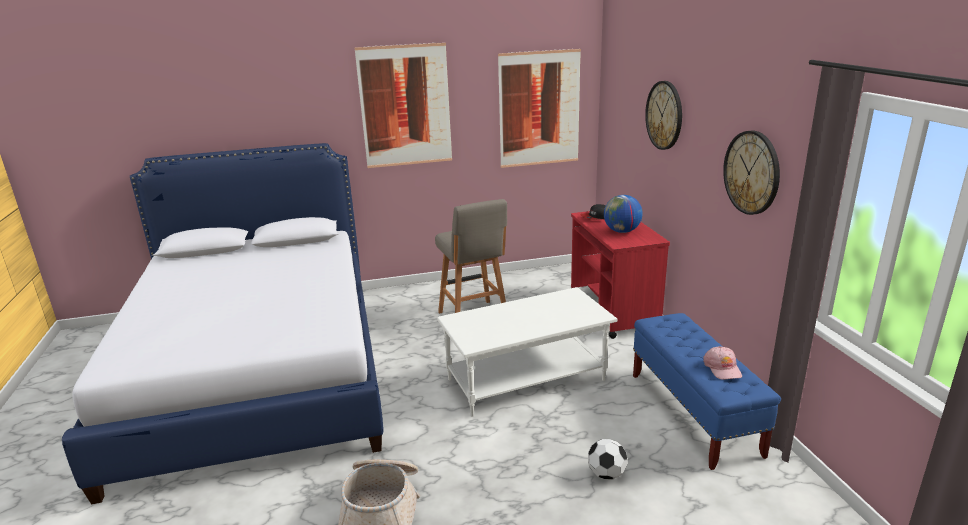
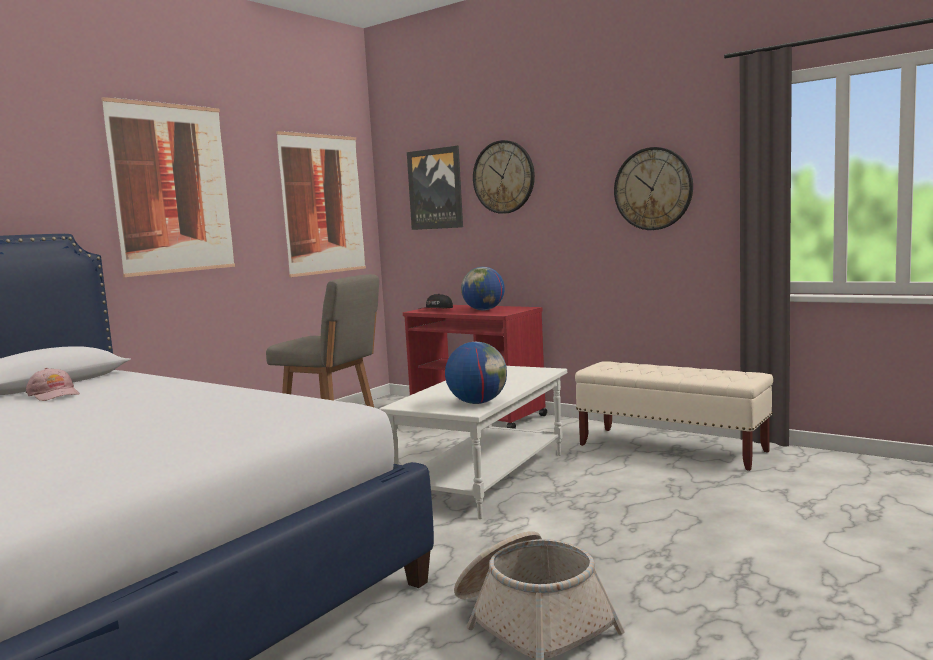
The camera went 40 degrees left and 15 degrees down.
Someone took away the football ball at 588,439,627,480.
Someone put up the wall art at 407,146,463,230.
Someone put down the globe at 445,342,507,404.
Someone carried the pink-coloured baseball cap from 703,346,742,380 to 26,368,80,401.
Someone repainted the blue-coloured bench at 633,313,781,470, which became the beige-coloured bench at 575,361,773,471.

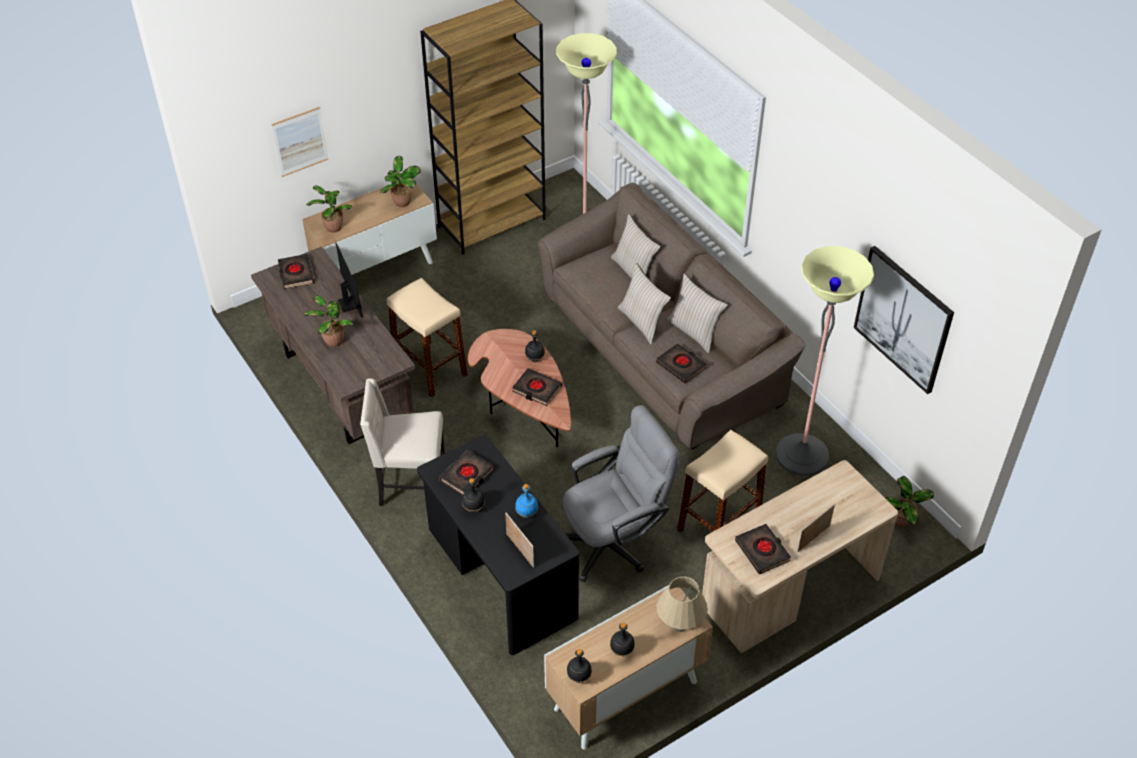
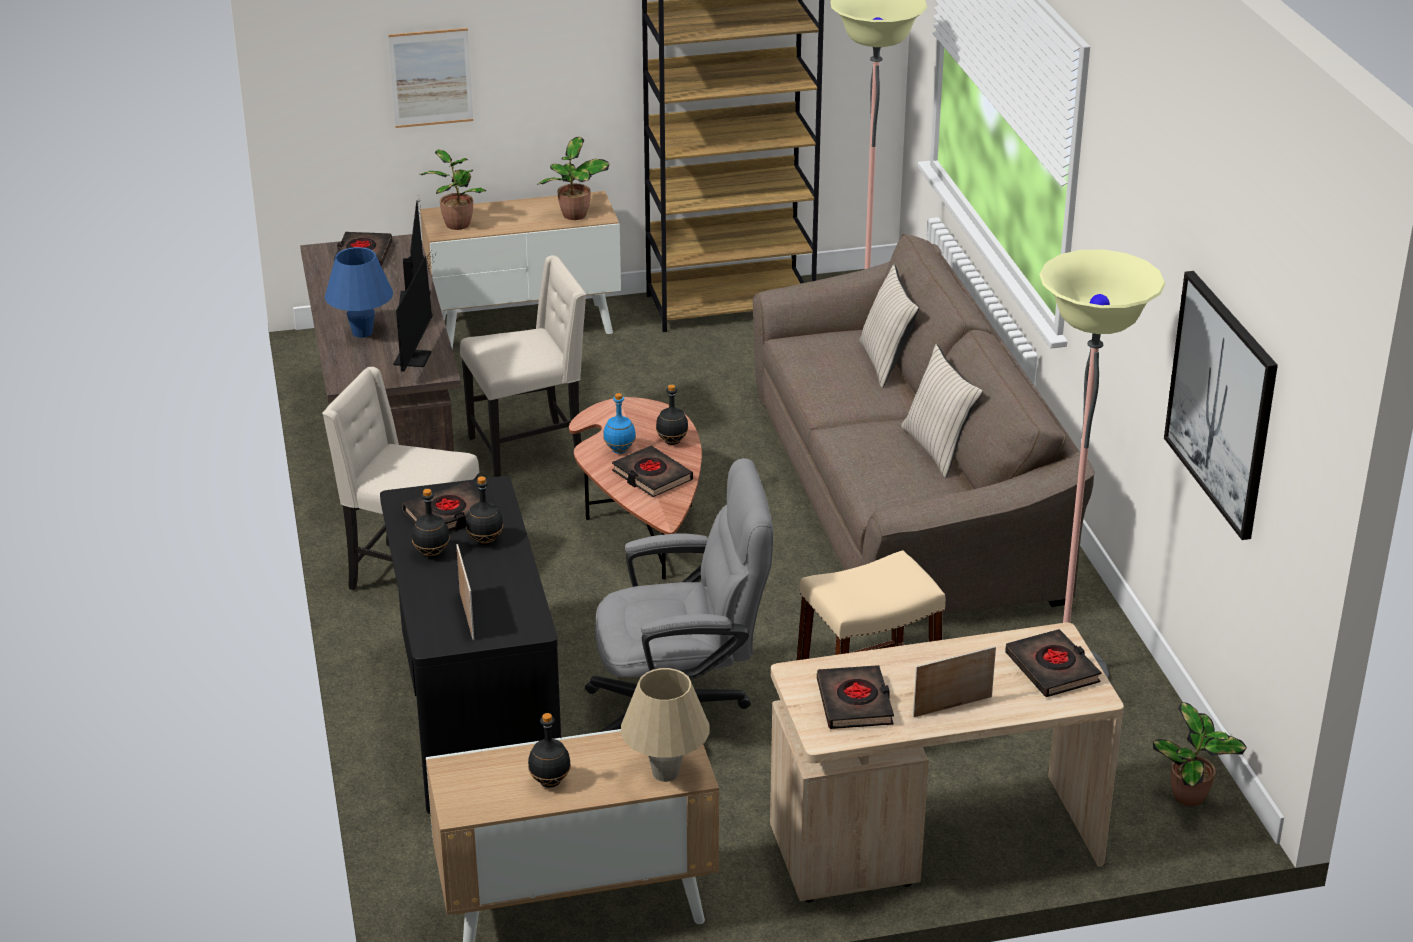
The camera went 20 degrees right and 15 degrees down.
Someone took away the beige-coloured throw pillow at 618,263,671,344.
Someone put down the computer display at 393,250,436,371.
Someone carried the blue-coloured bottle from 515,484,538,518 to 603,393,636,454.
Someone carried the black bottle from 567,649,592,683 to 466,476,503,545.
Someone carried the black book from 656,343,707,383 to 1005,629,1101,697.
Someone swapped the potted plant at 303,295,353,347 for the blue-coloured lamp for a table at 325,247,393,338.
Someone swapped the beige-coloured stool seat at 387,278,468,398 for the beige-coloured chair at 460,255,586,477.

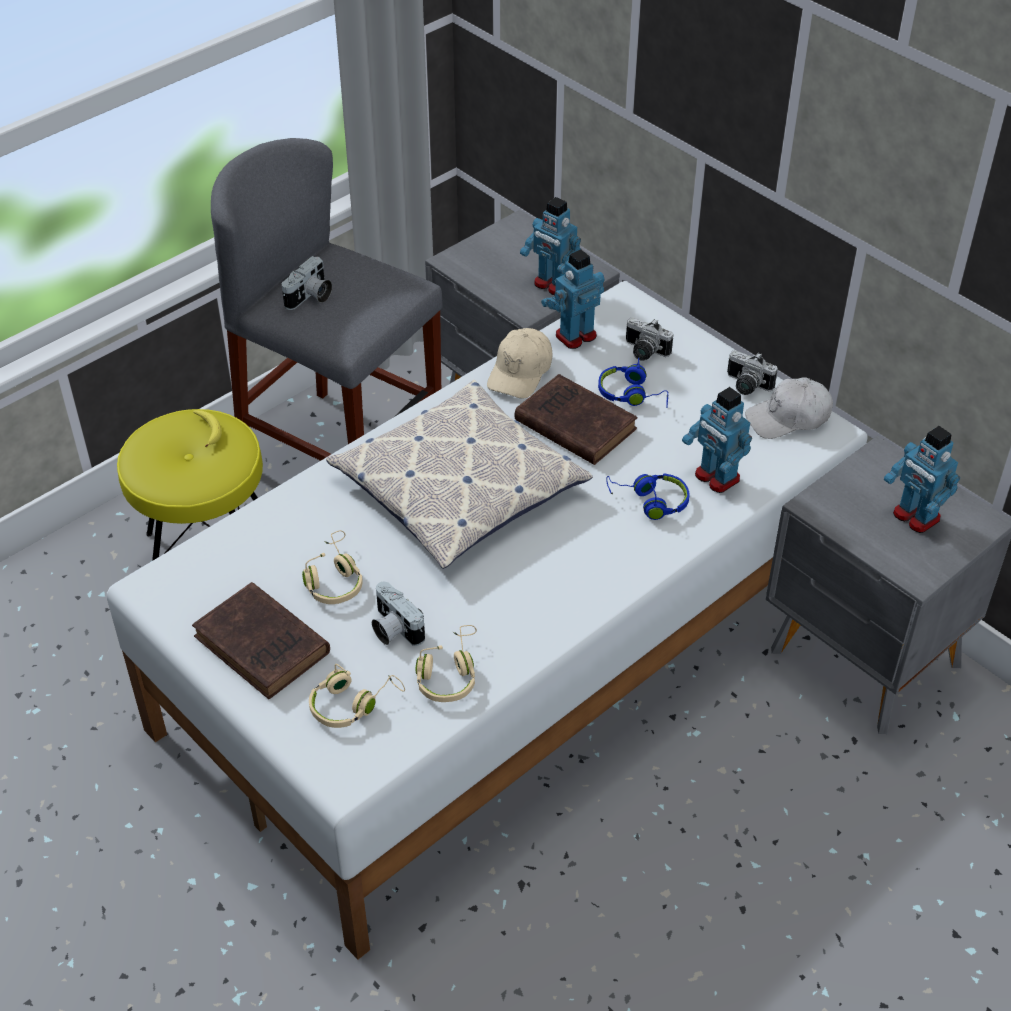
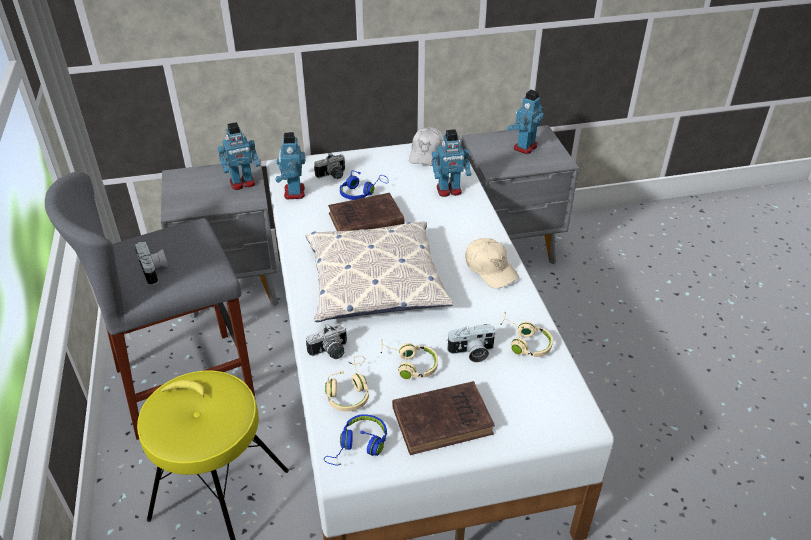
The camera went 60 degrees left and 5 degrees down.
Someone carried the beige-coloured headset from 309,664,405,728 to 325,356,369,412.
Someone carried the beige-coloured baseball cap from 487,328,553,399 to 465,238,519,289.
Someone carried the blue-coloured headset from 606,473,689,520 to 324,414,387,466.
Someone carried the photo camera from 727,350,778,395 to 306,324,347,359.
Someone rotated the robot figure at 884,426,960,533 by 135 degrees clockwise.

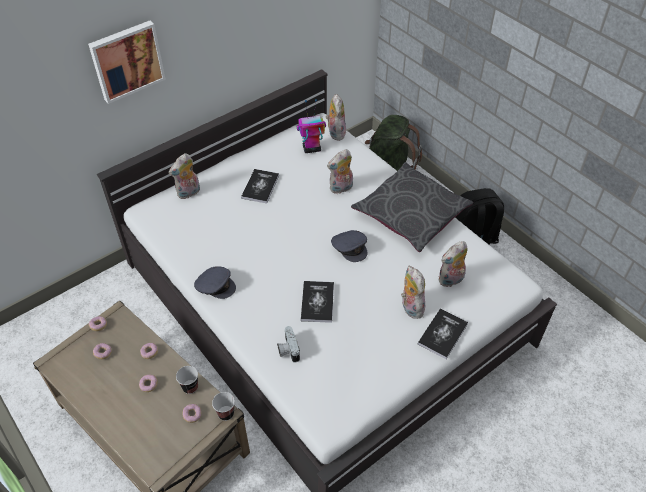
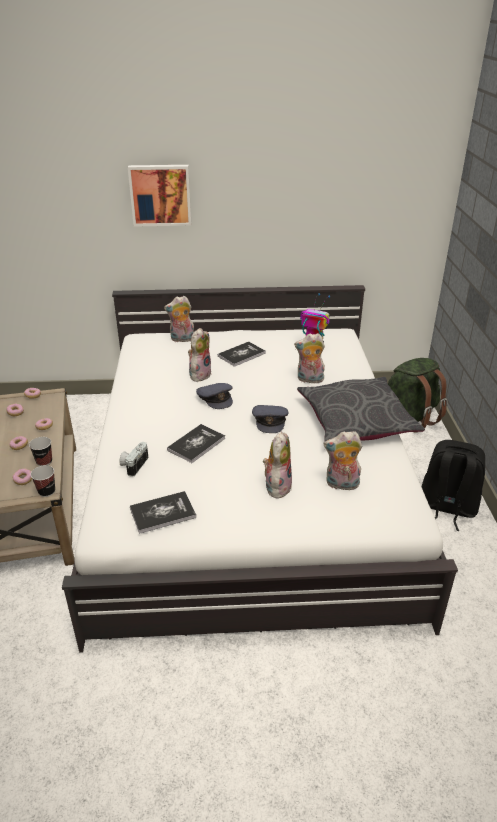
The camera went 35 degrees right and 15 degrees down.
Someone carried the greyish baseball cap from 194,266,236,299 to 196,383,233,409.
Someone carried the plush toy from 326,94,346,140 to 188,328,212,382.
Someone carried the book from 417,308,468,359 to 130,491,196,534.

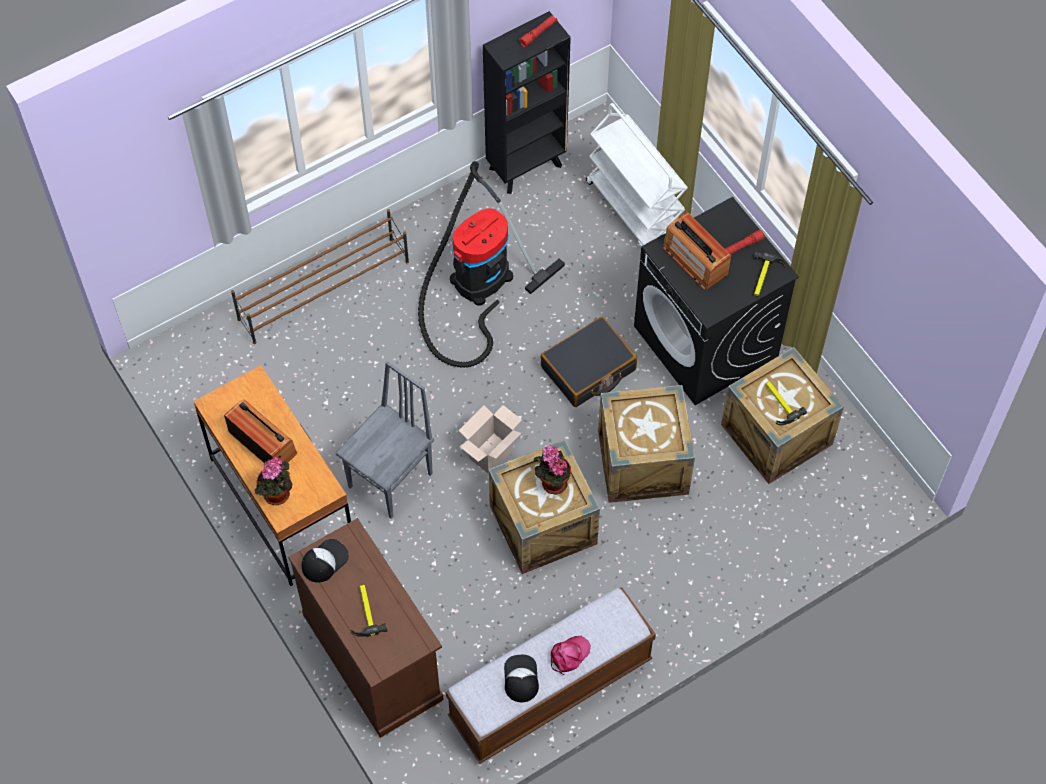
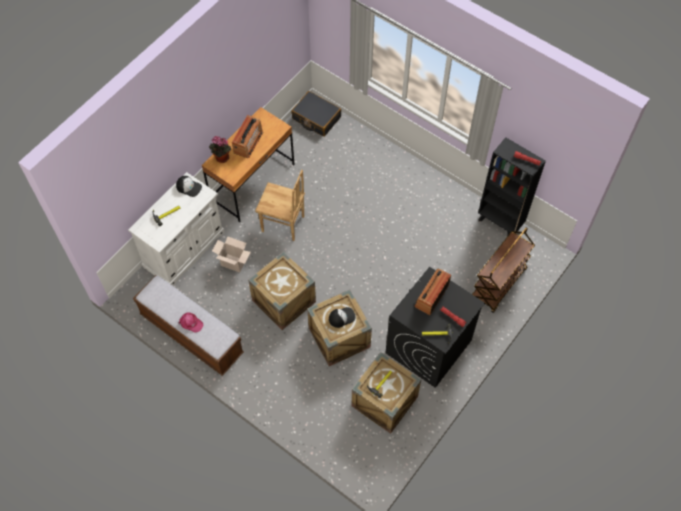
The camera went 70 degrees right and 0 degrees up.
Someone took away the brown shoe shelf at 231,209,409,344.
Someone took away the hoover at 418,161,565,368.
Someone took away the potted plant at 534,446,571,495.
Someone carried the cardboard box from 459,405,522,474 to 212,236,251,273.
Someone carried the baseball cap from 504,655,539,702 to 329,307,356,328.
Someone carried the black travel case from 540,317,637,407 to 291,91,341,137.
Someone repainted the brown cabinet at 288,518,444,738, which became the white-coloured cabinet at 128,172,224,286.
Someone repainted the greyish chair at 336,361,434,519, which became the brown chair at 255,170,305,241.
Someone repainted the white-coloured cart at 586,103,687,247, which became the brown cart at 472,228,535,313.

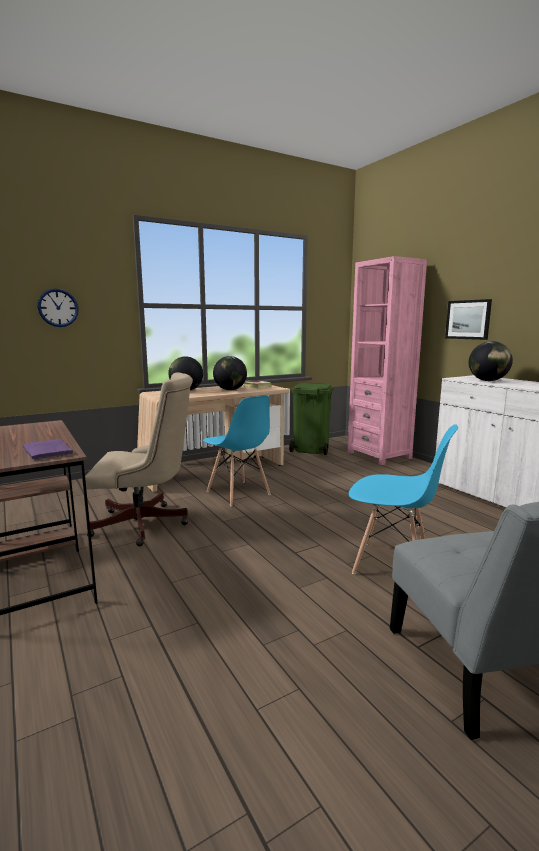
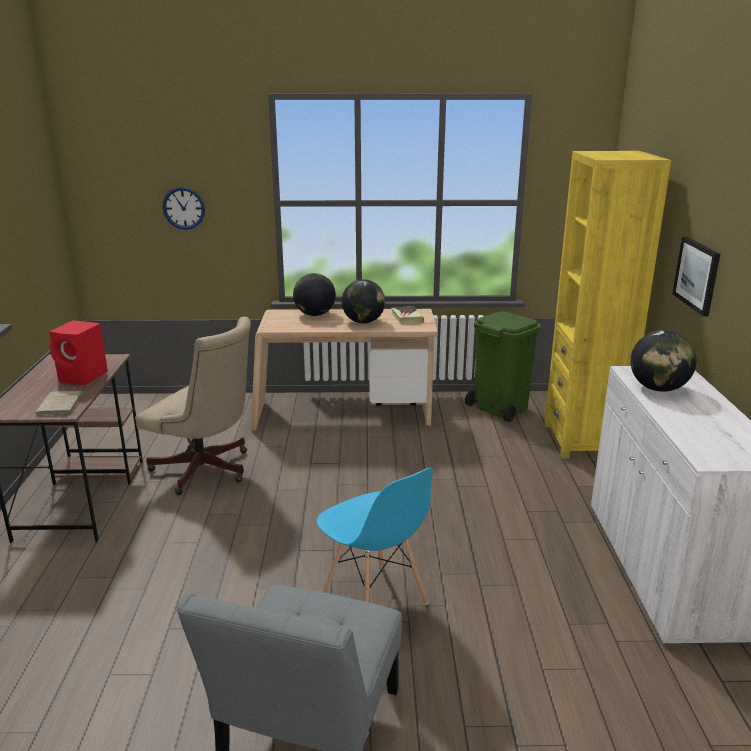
The camera went 30 degrees right and 10 degrees up.
Someone took away the blue-coloured chair at 203,395,271,507.
Someone put down the red-coloured loudspeaker at 49,320,108,385.
Someone repainted the purple book at 23,439,73,460, which became the beige-coloured book at 36,391,82,415.
Someone repainted the pink-coloured shelving unit at 348,256,427,465, which became the yellowish shelving unit at 545,151,671,458.

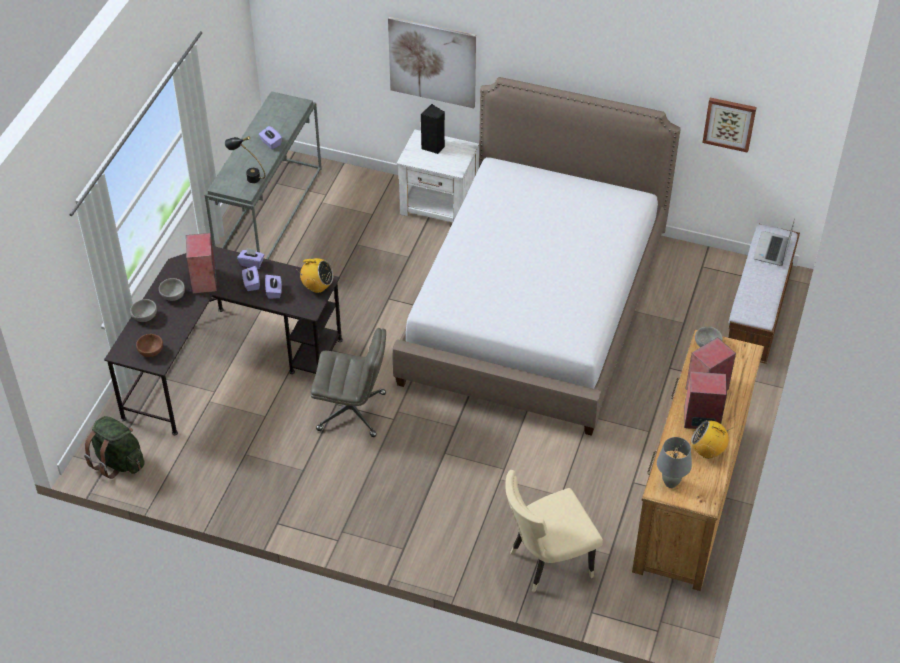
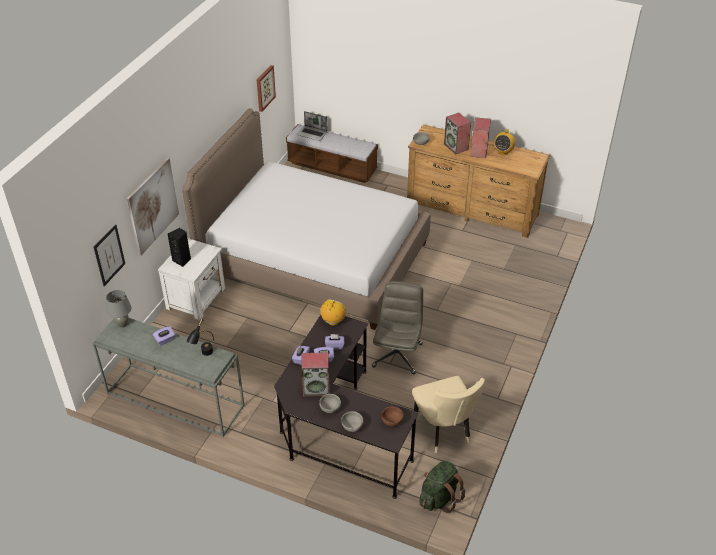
The camera went 85 degrees left and 5 degrees down.
Someone put up the wall art at 93,224,125,286.
Someone carried the beige-coloured chair from 505,470,603,592 to 412,376,485,453.
Someone carried the greyish lamp for a table from 657,437,692,488 to 106,290,131,328.

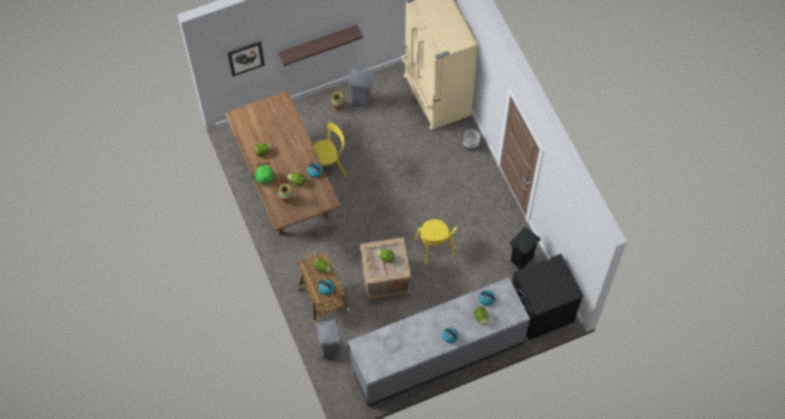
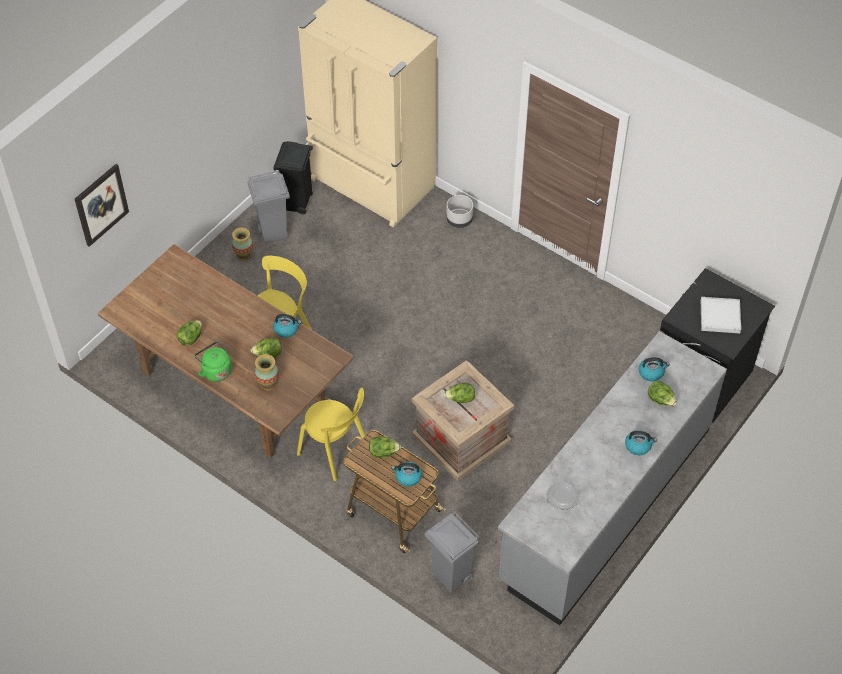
The camera went 30 degrees left and 10 degrees down.
Someone took away the shelf at 279,25,363,66.
Someone put down the white-coloured carrying tray at 701,297,741,333.
Someone carried the yellowish chair from 414,219,457,265 to 297,388,367,481.
Someone carried the black waste bin from 509,227,541,270 to 273,141,313,215.

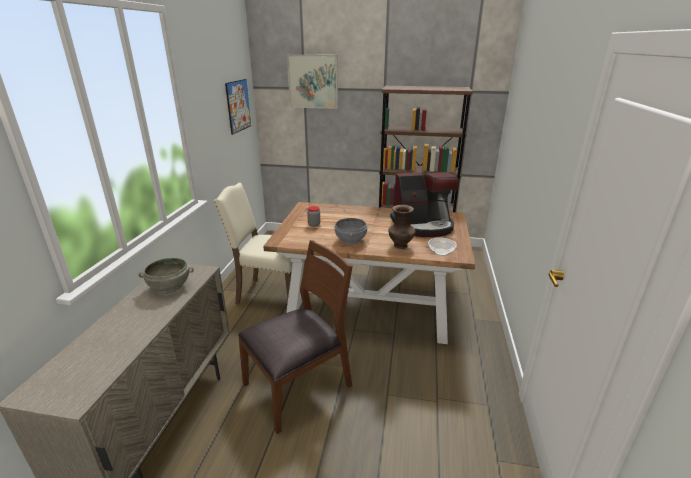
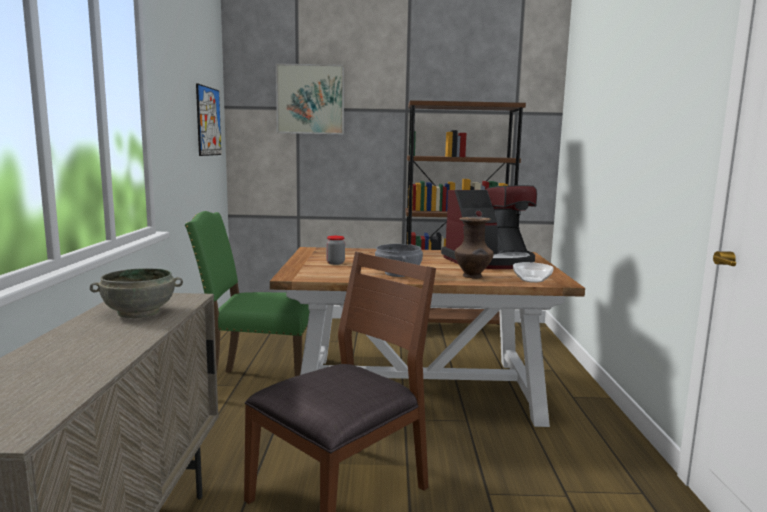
The camera went 10 degrees left and 15 degrees down.
Someone repainted the beige-coloured chair at 213,183,306,304, which became the green chair at 185,211,310,376.

